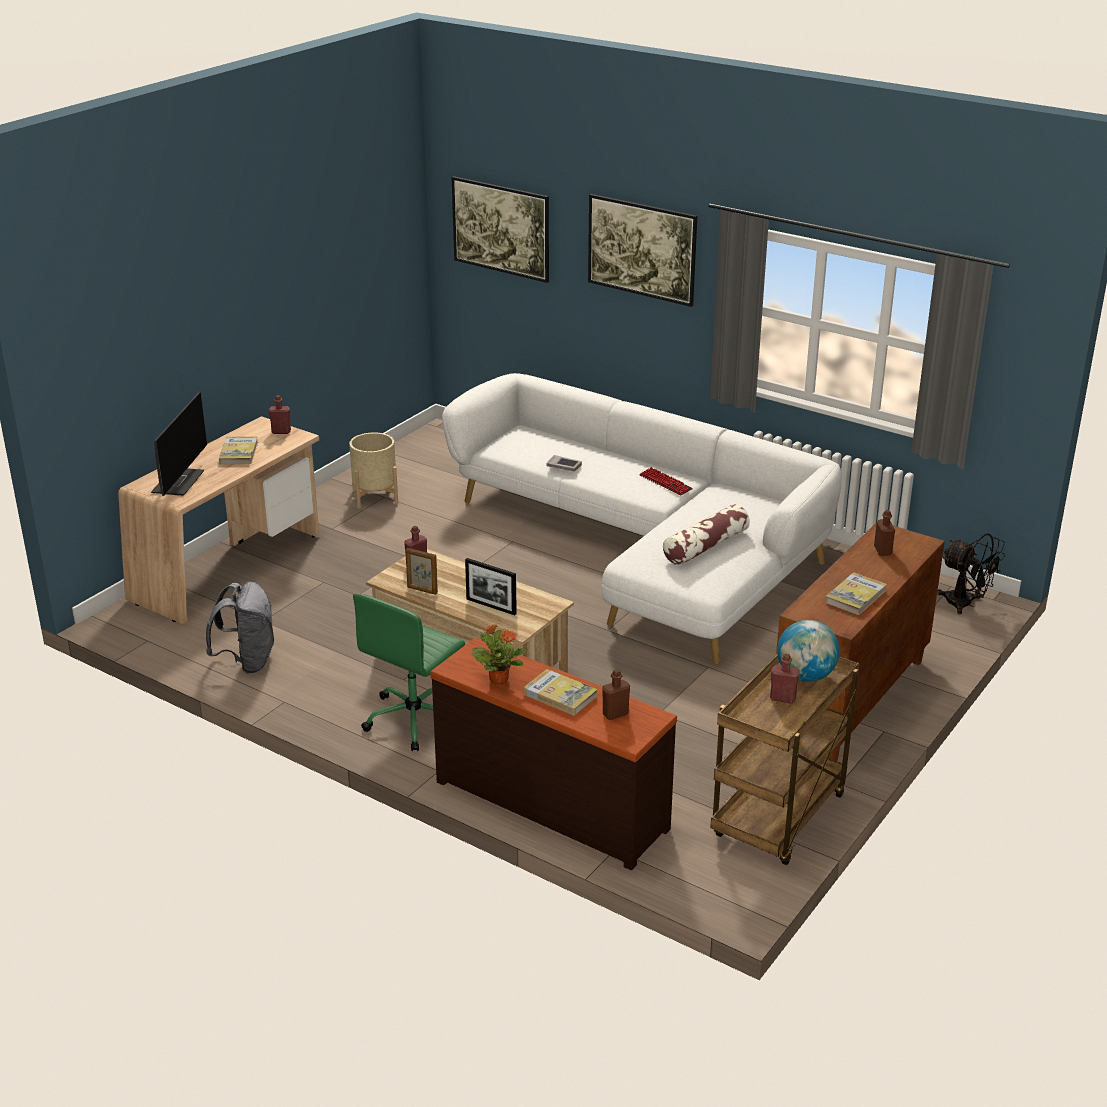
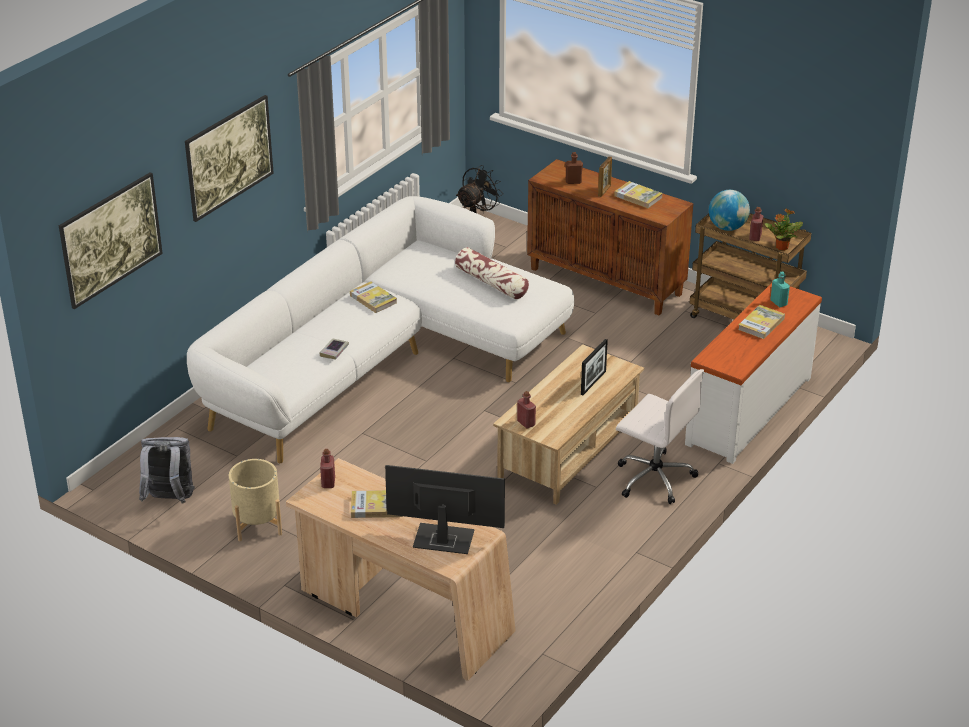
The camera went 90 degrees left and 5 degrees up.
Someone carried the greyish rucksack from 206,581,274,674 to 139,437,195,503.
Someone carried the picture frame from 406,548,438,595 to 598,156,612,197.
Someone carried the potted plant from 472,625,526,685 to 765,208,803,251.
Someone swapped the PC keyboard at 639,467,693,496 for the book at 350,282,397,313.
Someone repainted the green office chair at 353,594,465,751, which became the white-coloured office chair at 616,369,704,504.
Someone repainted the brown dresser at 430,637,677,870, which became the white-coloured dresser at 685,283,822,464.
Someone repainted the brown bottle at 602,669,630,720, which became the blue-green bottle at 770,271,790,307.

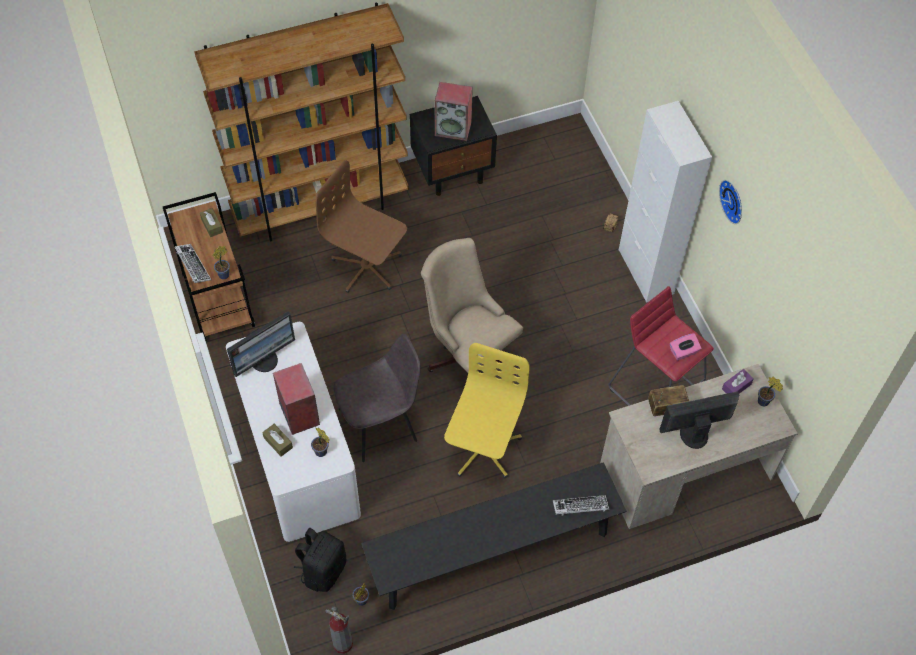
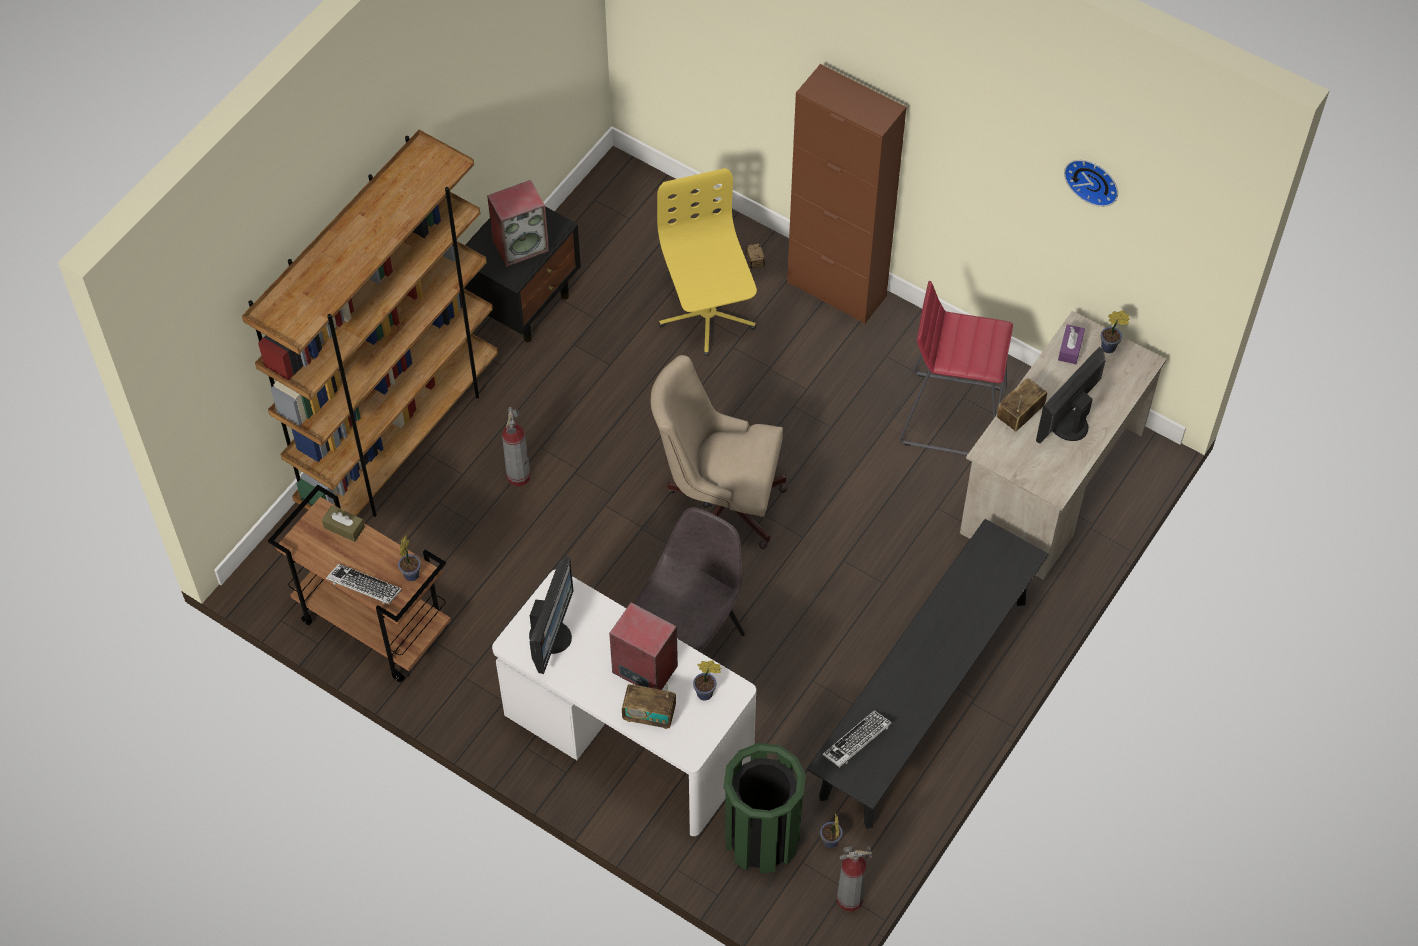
The camera went 35 degrees left and 0 degrees up.
Someone took away the pink-coloured tissue holder at 670,333,701,360.
Someone carried the yellowish office chair from 444,343,530,478 to 657,168,757,356.
Someone carried the PC keyboard from 553,495,609,516 to 822,710,892,767.
Someone carried the hanging clock from 719,180,742,224 to 1064,160,1118,207.
Someone swapped the brown tissue holder at 262,424,293,457 for the radio receiver at 622,683,676,729.
Someone swapped the black rucksack at 294,528,346,592 for the green waste bin at 724,743,806,874.
Someone swapped the brown office chair at 316,160,407,293 for the fire-fighting cylinder at 502,407,531,486.
Someone repainted the white-coloured cabinet at 619,101,712,303, which became the brown cabinet at 787,64,906,324.

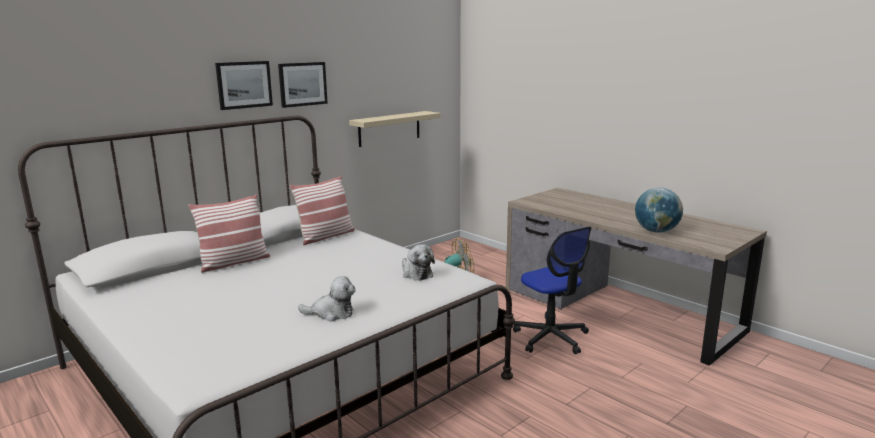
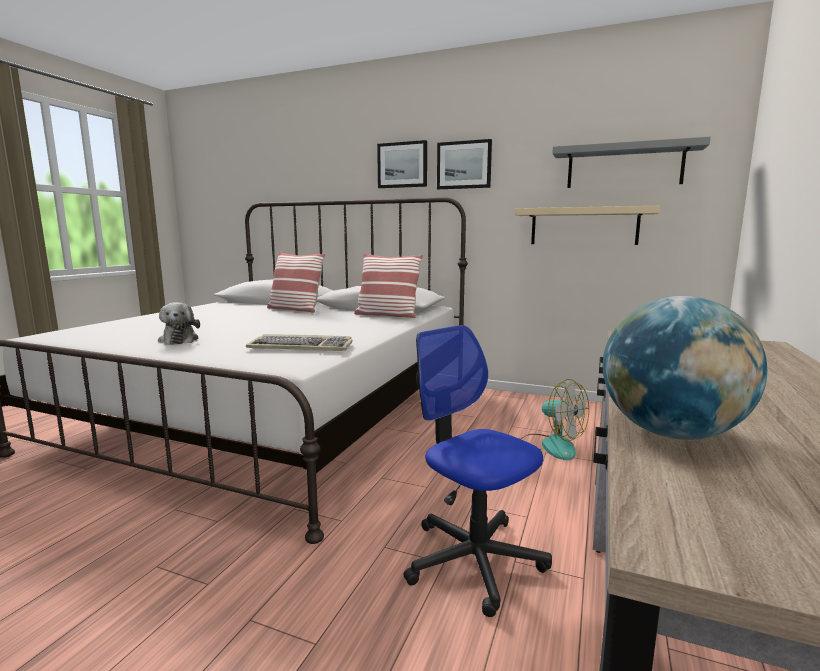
The camera went 65 degrees right and 5 degrees down.
Someone put up the greyish shelf at 552,137,711,188.
Someone swapped the plush toy at 402,244,435,281 for the PC keyboard at 246,334,352,351.
Someone rotated the office chair at 513,226,592,354 by 105 degrees clockwise.

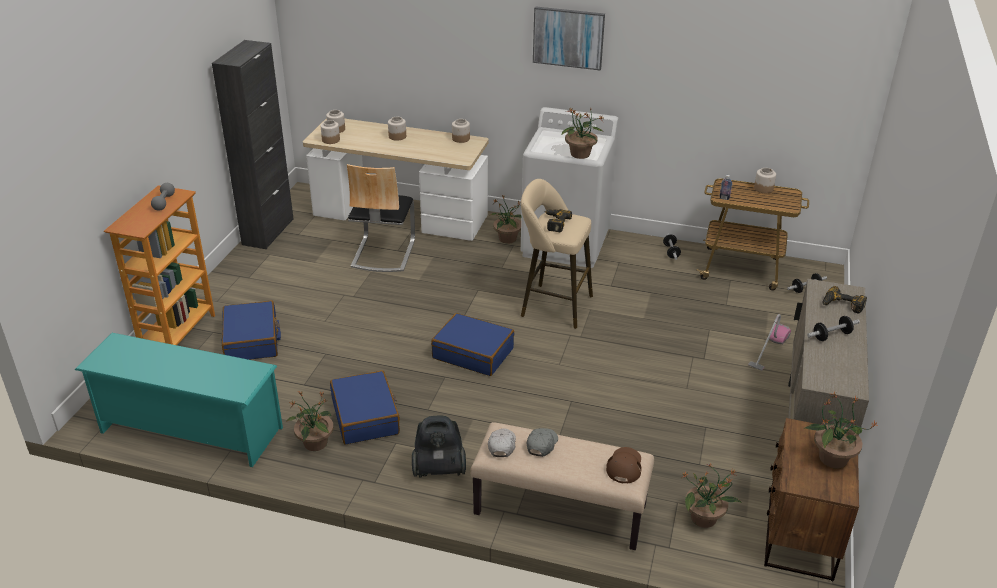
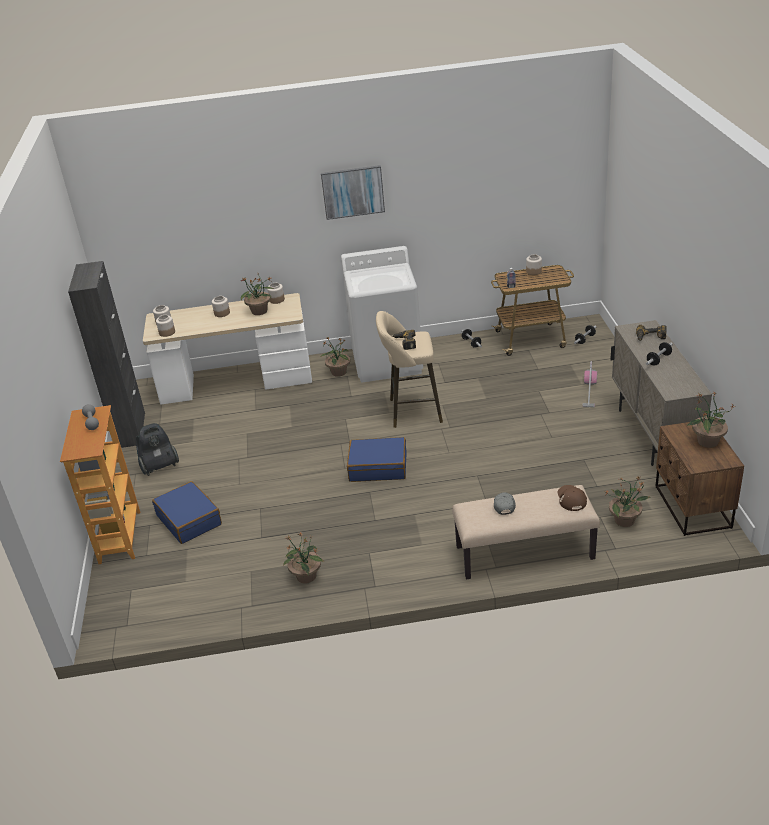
The camera went 20 degrees left and 0 degrees up.
Someone took away the blue-green shoe shelf at 75,333,283,467.
Someone took away the blue-coloured travel case at 330,370,400,444.
Someone took away the chair at 347,164,415,272.
Someone took away the white-coloured baseball cap at 488,428,516,457.
Someone carried the hoover from 412,416,466,478 to 136,423,179,476.
Someone carried the potted plant from 562,107,604,159 to 241,273,273,315.

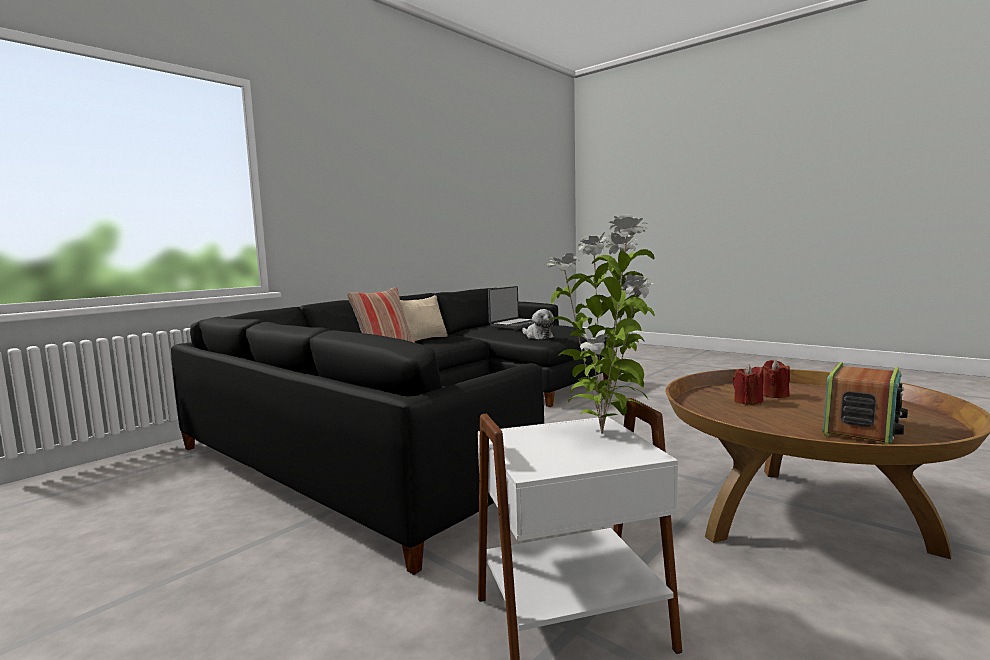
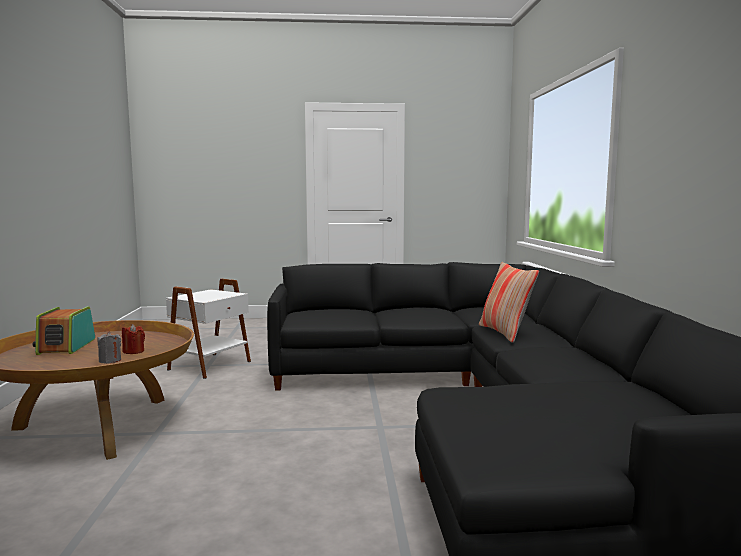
The camera went 135 degrees right and 0 degrees up.
Someone took away the beige-coloured throw pillow at 400,295,448,341.
Someone took away the notebook computer at 488,286,535,329.
Someone took away the plush toy at 522,309,554,339.
Someone took away the potted plant at 547,214,655,434.
Someone repainted the red-coloured wax light at 761,360,790,398, which became the greyish wax light at 97,331,121,364.

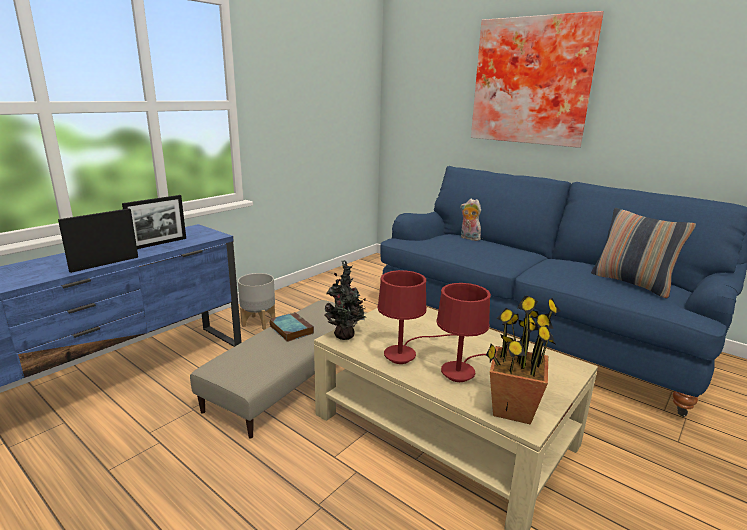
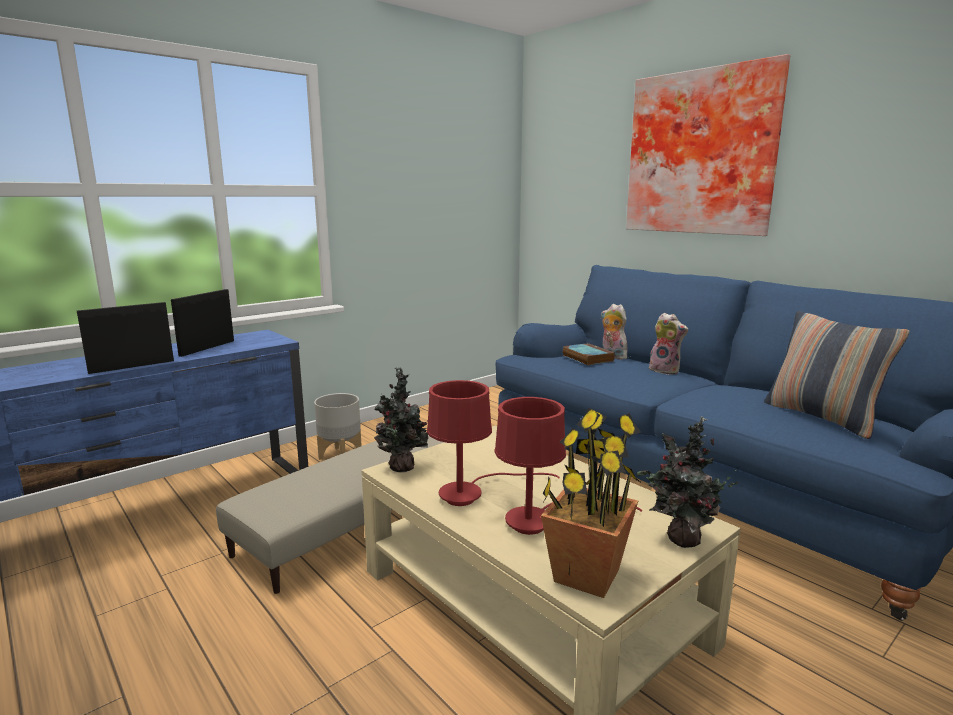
The camera went 10 degrees right and 5 degrees down.
Someone put down the potted plant at 637,416,740,548.
Someone put down the plush toy at 649,313,688,375.
Someone carried the book from 270,312,314,342 to 563,343,615,365.
Someone rotated the picture frame at 122,195,186,249 by 150 degrees clockwise.

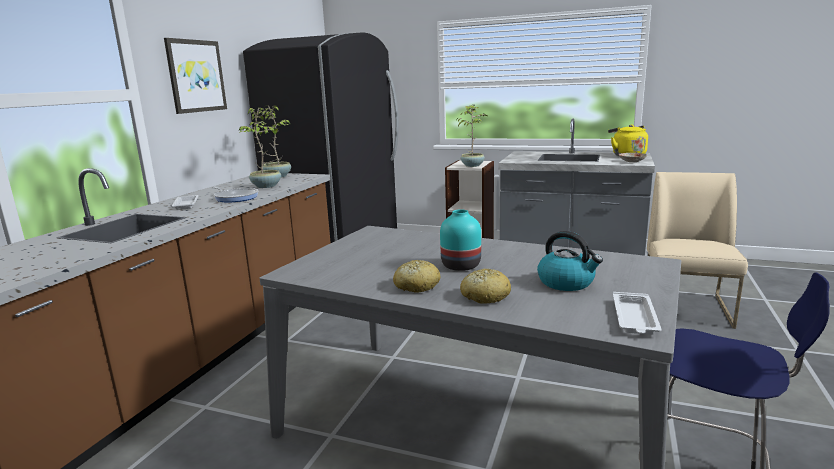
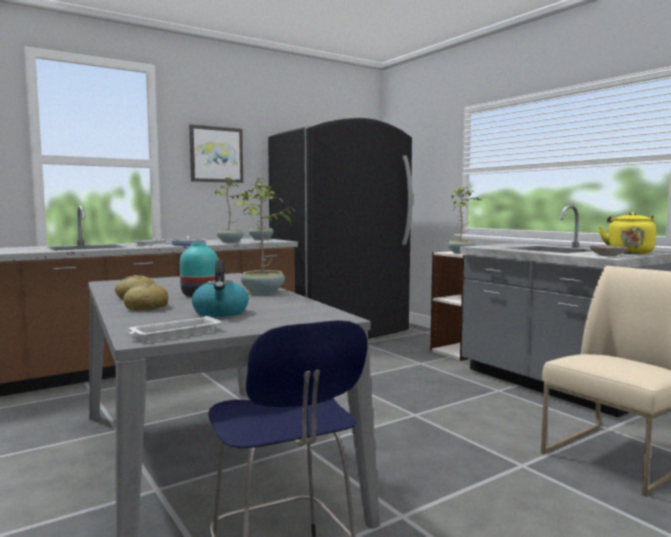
The camera went 35 degrees right and 10 degrees down.
Someone put down the potted plant at 234,184,295,294.

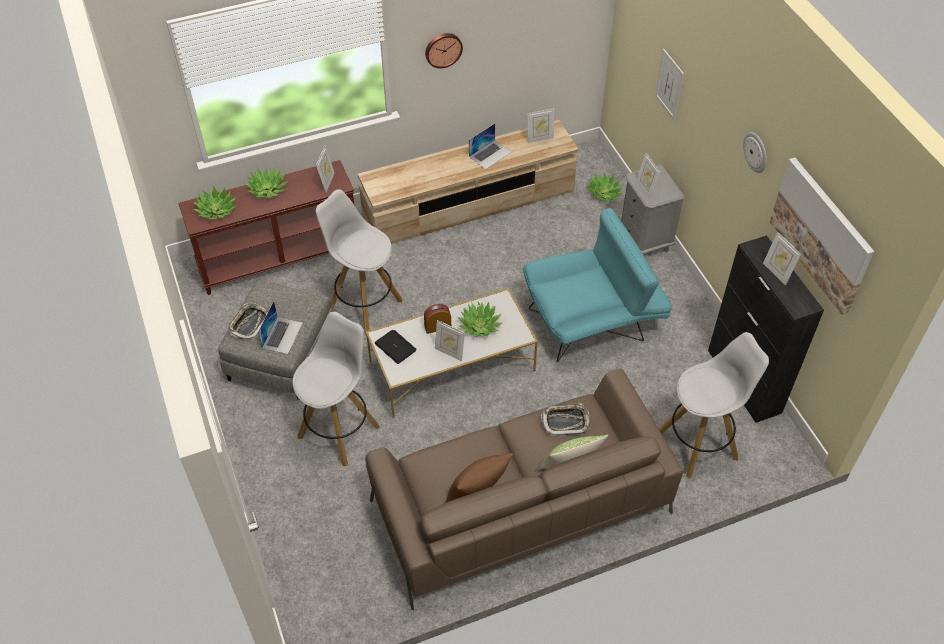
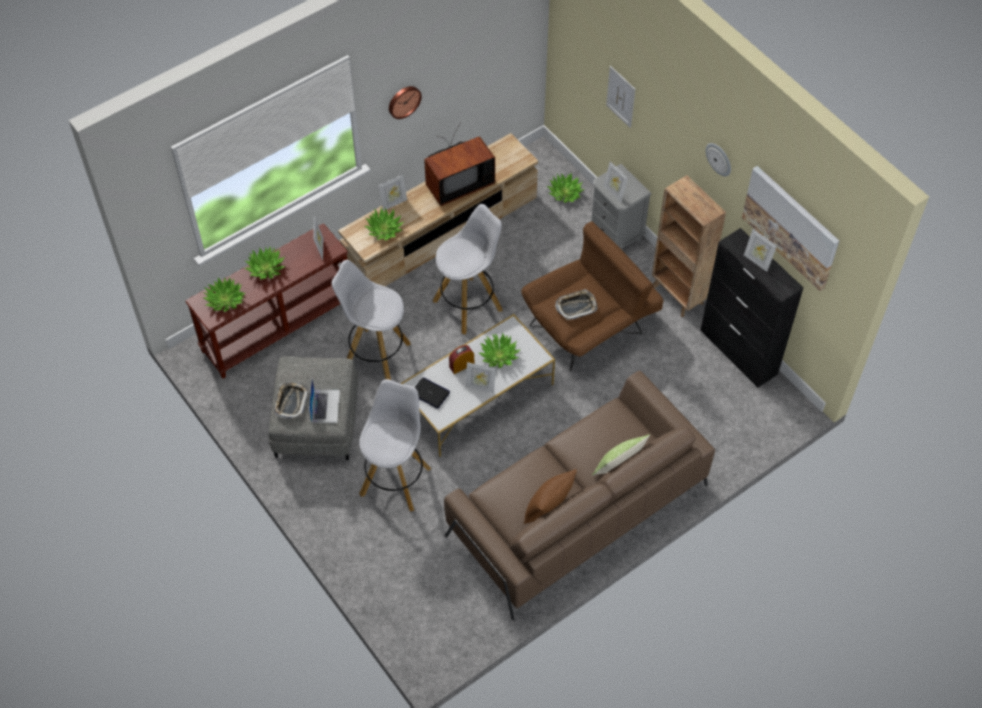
The camera went 15 degrees left and 5 degrees up.
Someone put down the potted plant at 364,207,404,241.
Someone put down the brown shelving unit at 652,175,726,317.
Someone carried the picture frame from 527,108,554,143 to 379,175,407,211.
Someone carried the carrying tray from 540,403,590,436 to 555,289,598,320.
Someone carried the white-coloured stool seat from 659,332,769,478 to 433,204,502,335.
Someone swapped the notebook computer at 469,123,511,169 for the TV at 424,122,495,206.
Someone repainted the blue-green armchair at 523,208,672,362, which became the brown armchair at 521,221,664,371.

